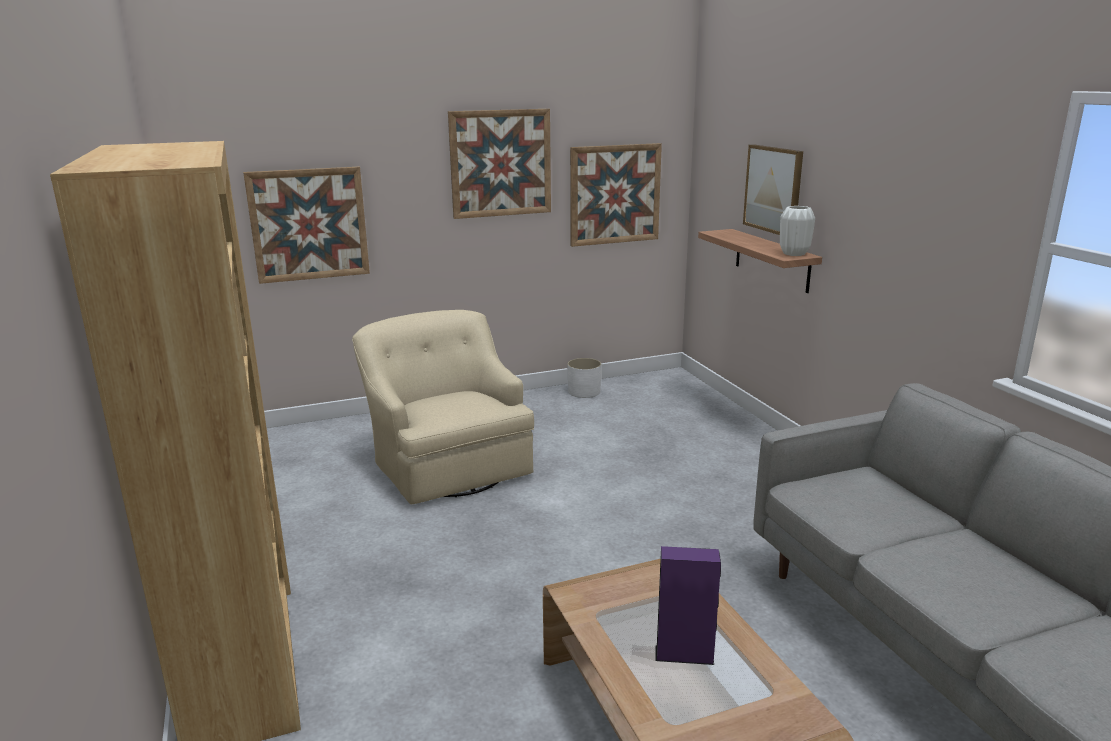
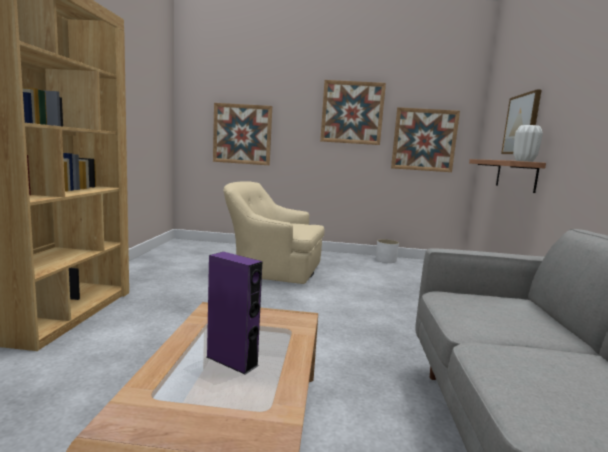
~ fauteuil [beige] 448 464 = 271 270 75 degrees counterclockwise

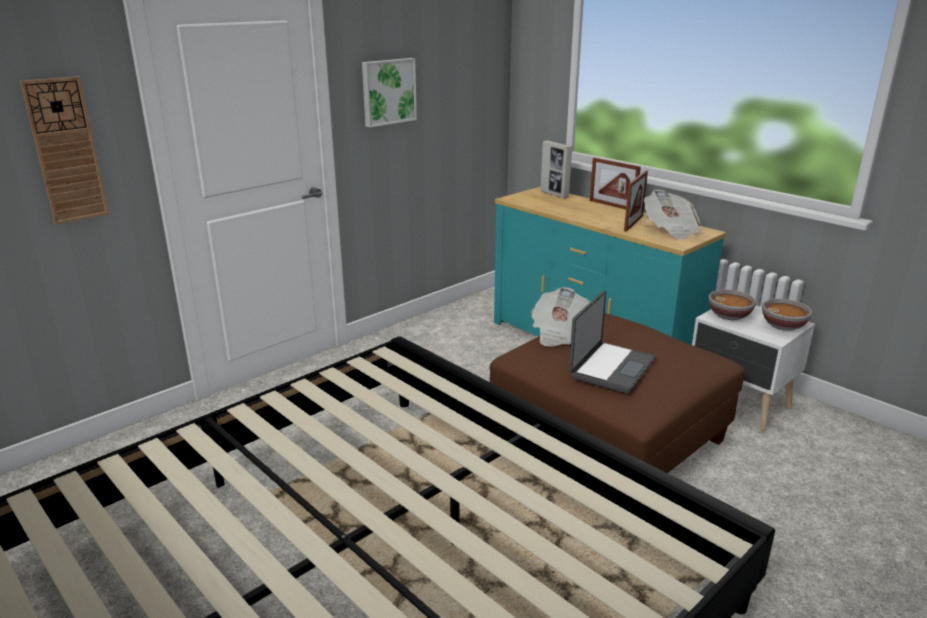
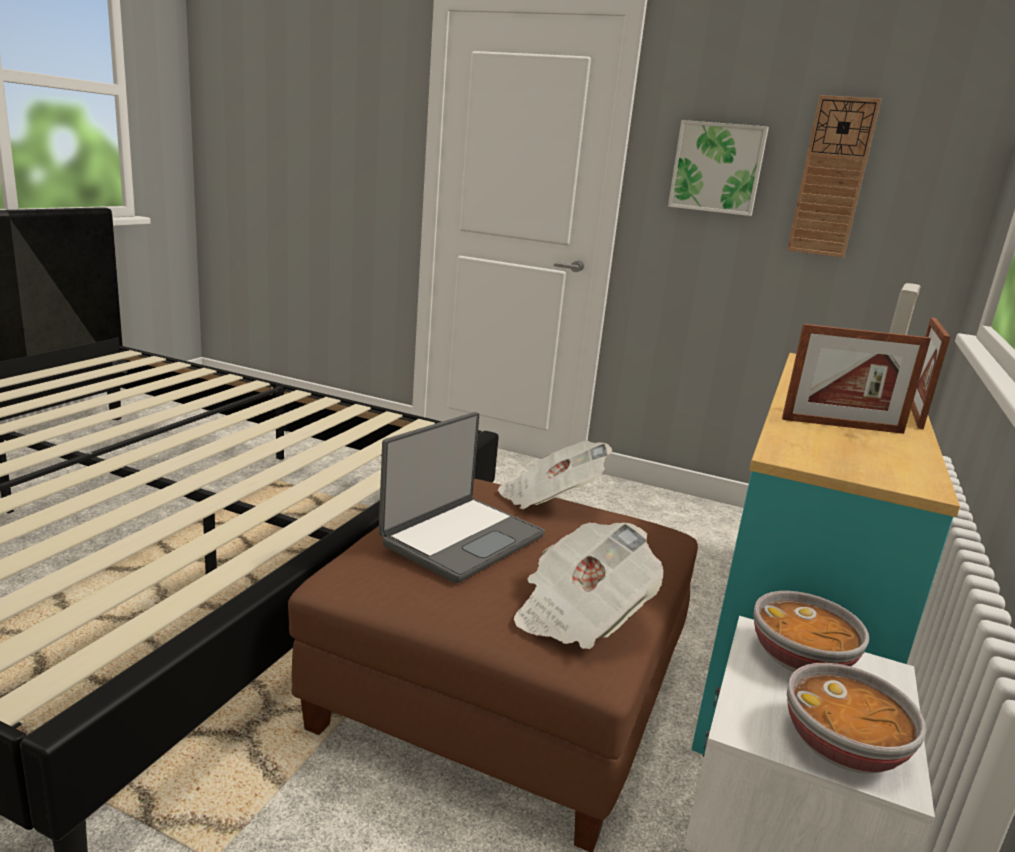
~ horloge murale 66 151 to 832 177
~ ordinateur portable 611 368 = 461 539 60 degrees counterclockwise
~ journal 670 230 to 580 614

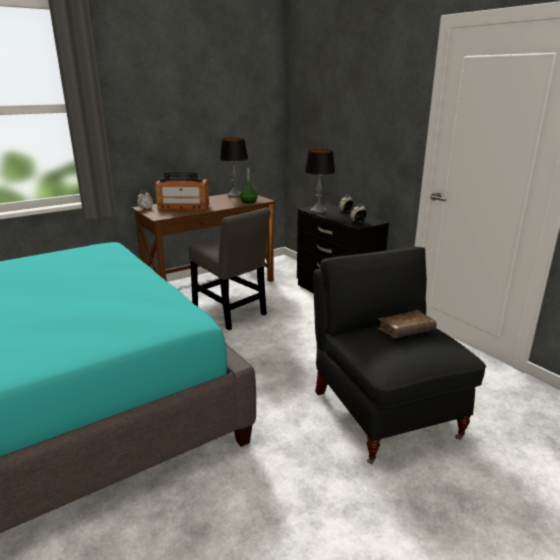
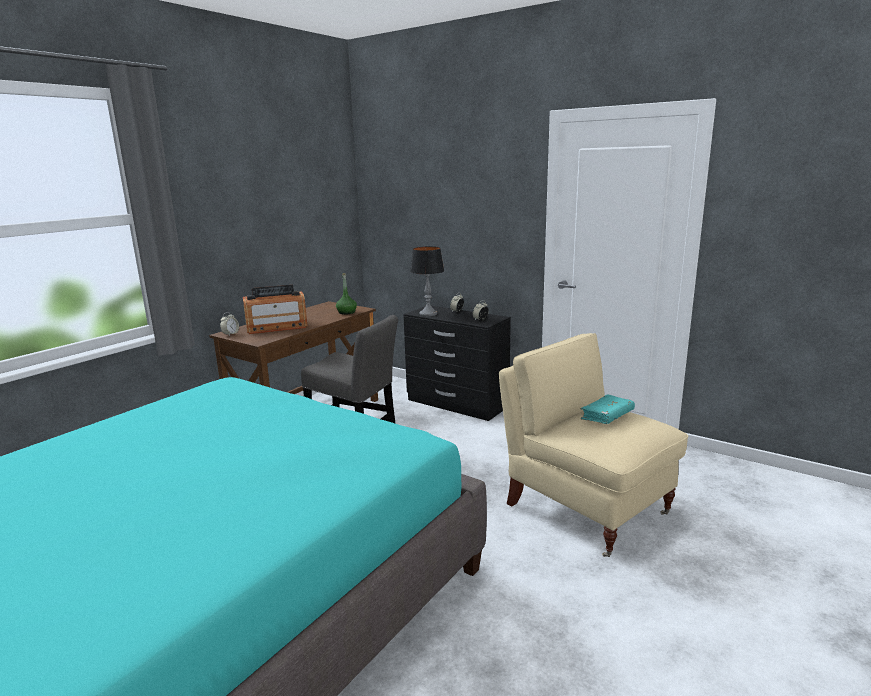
- lampe de table 235 195
~ fauteuil [noir] 384 414 to fauteuil [beige] 585 508
~ livre [marron] 406 331 to livre [turquoise] 607 416

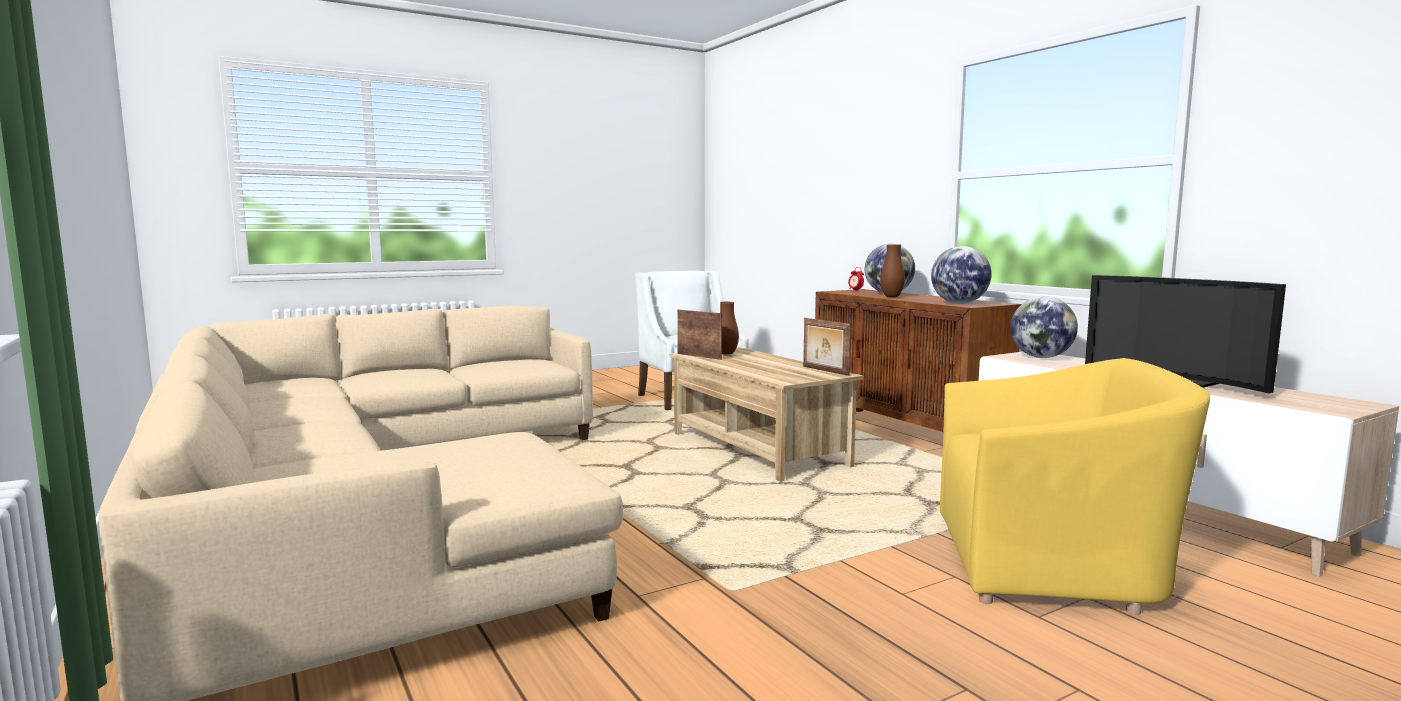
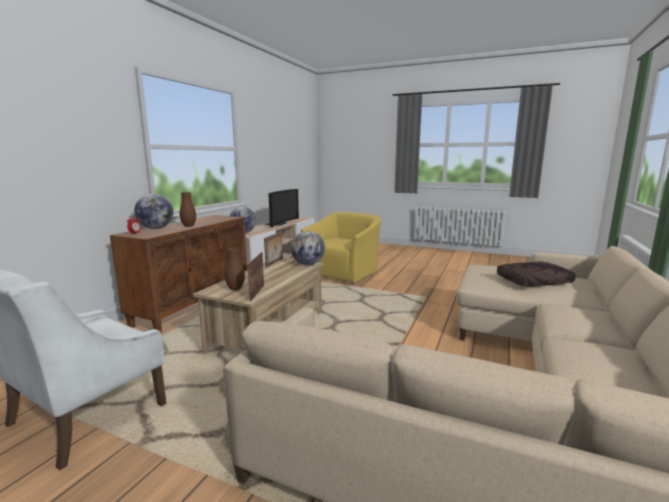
~ globe 959 303 to 308 264
~ fauteuil [jaune] 1049 563 = 343 273 60 degrees clockwise
+ coussin [marron] 534 281

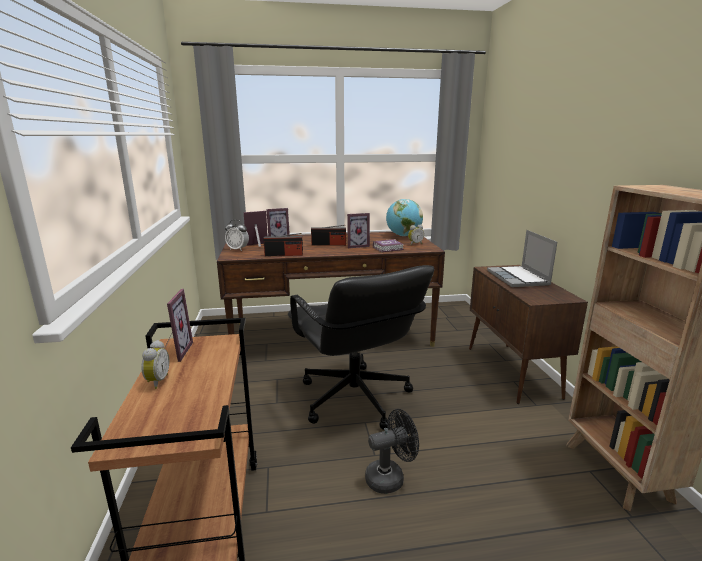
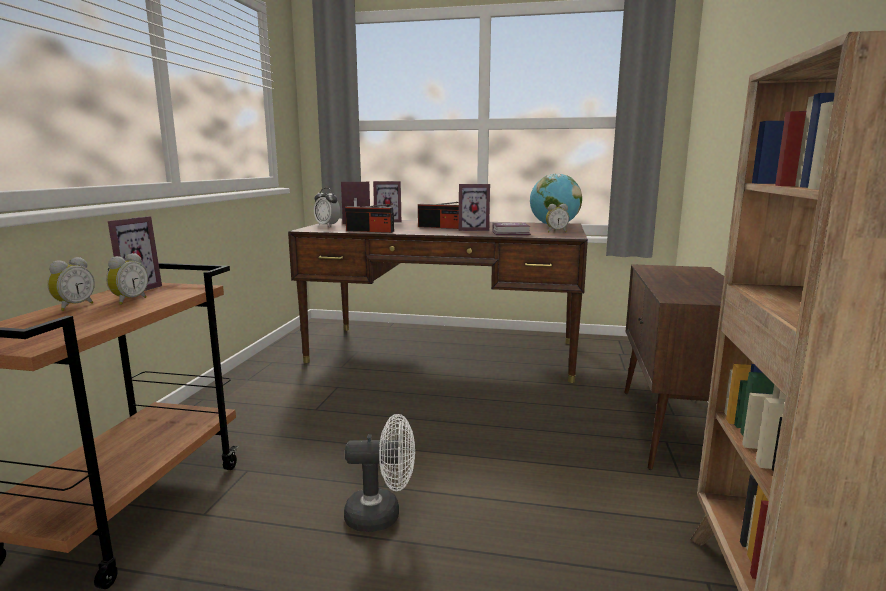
- chaise de bureau [noir] 354 399
~ ventilateur [noir] 390 477 to ventilateur [blanc] 382 515
- ordinateur portable 518 278
+ réveil 129 301

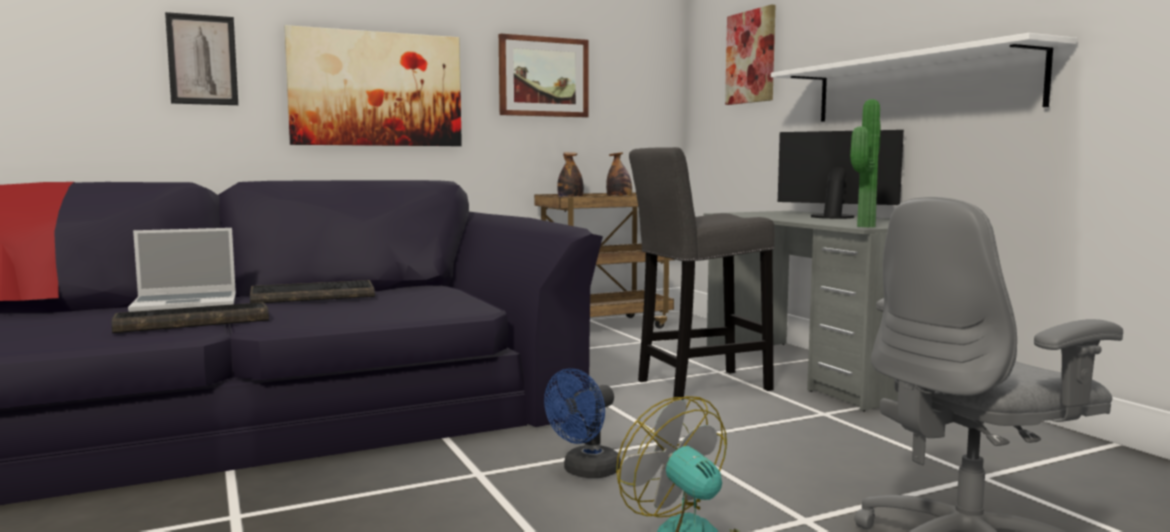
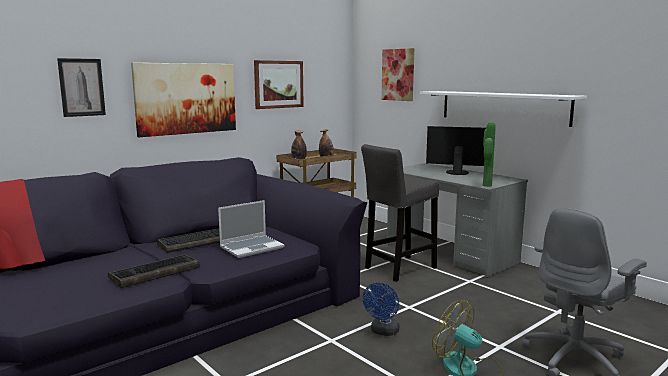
~ ordinateur portable 187 304 to 252 247

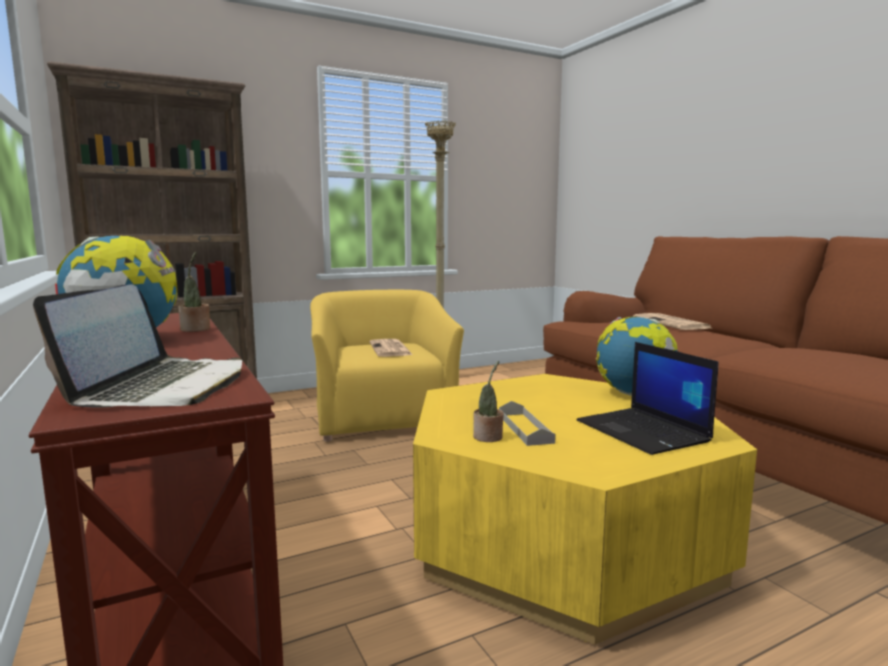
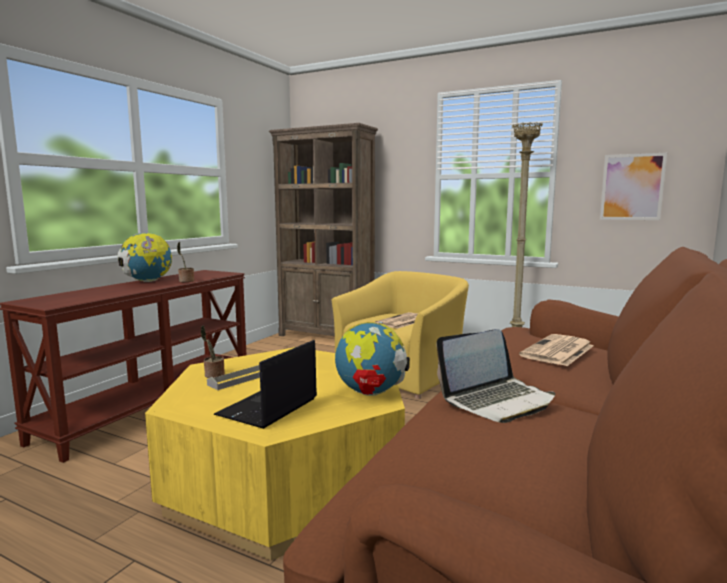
~ ordinateur portable 162 387 to 497 400
+ tableau 632 187

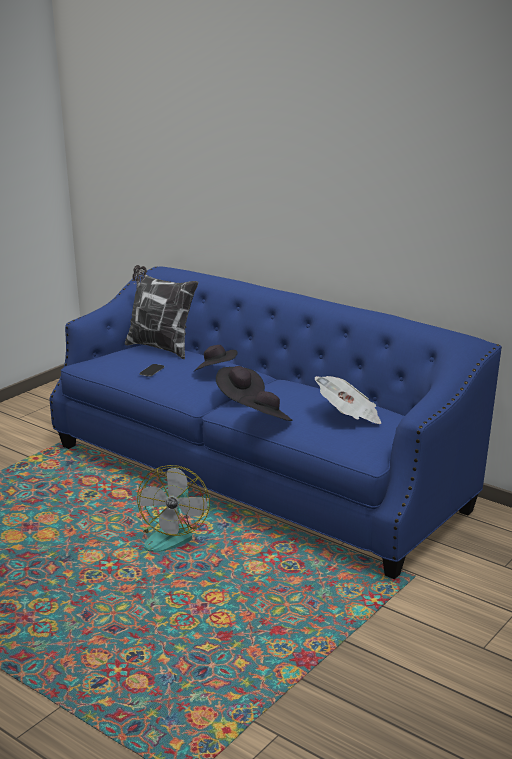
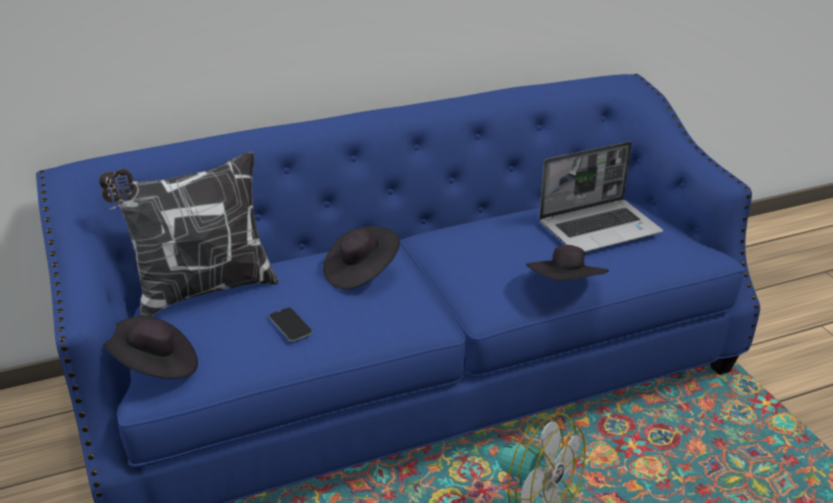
~ chapeau [noir] 239 396 to 156 367
~ journal 349 416 to ordinateur portable 600 227

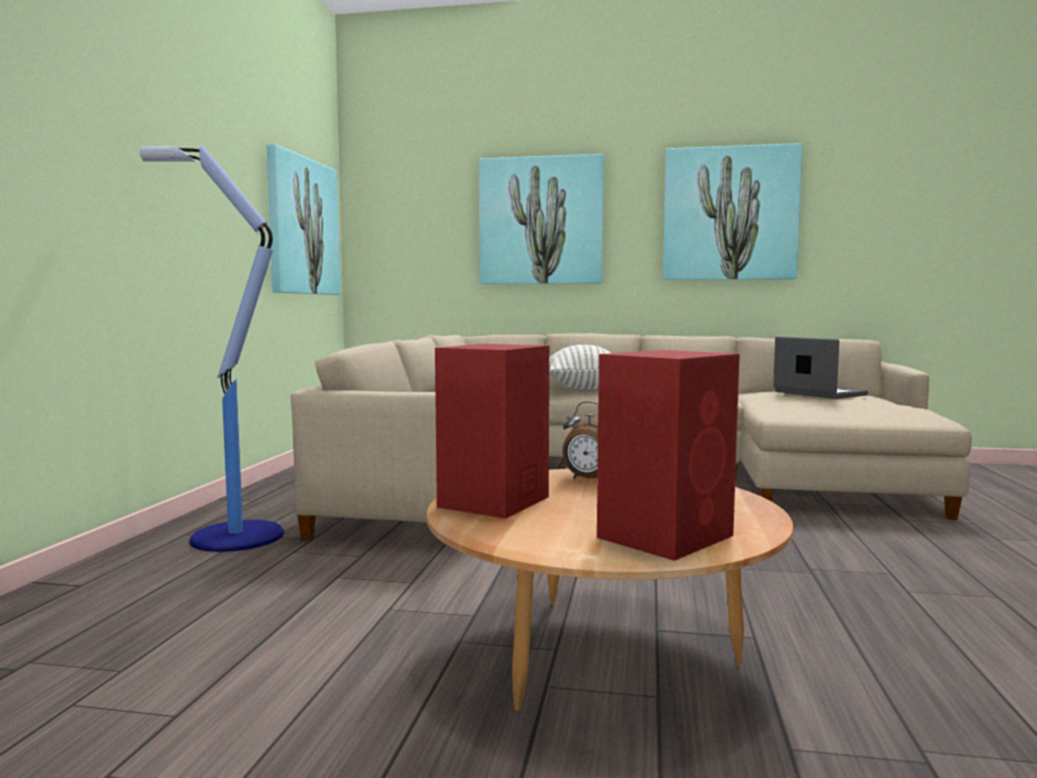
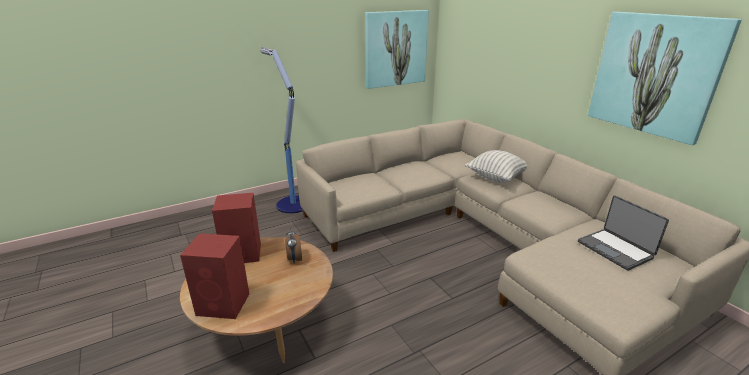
- tableau 541 221
~ ordinateur portable 818 393 = 615 249 135 degrees clockwise

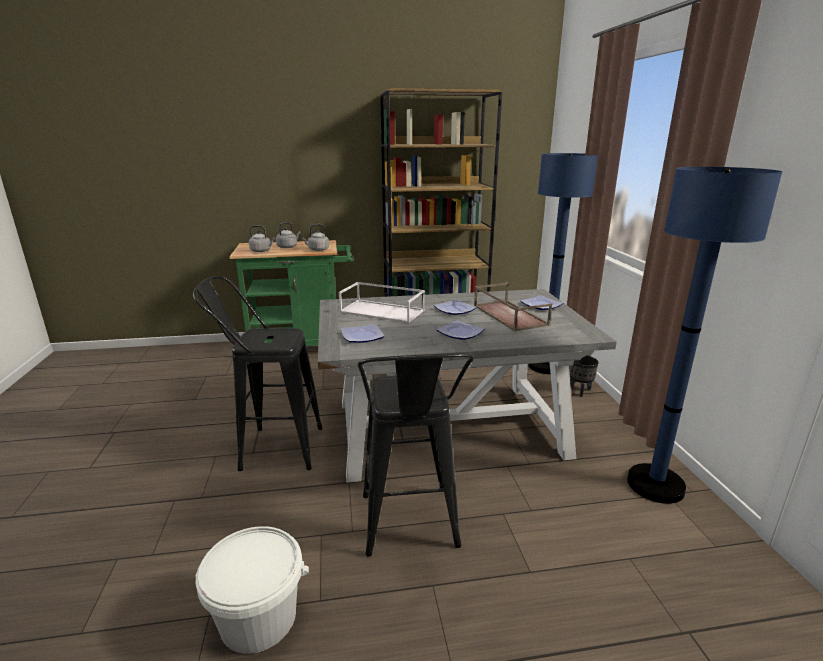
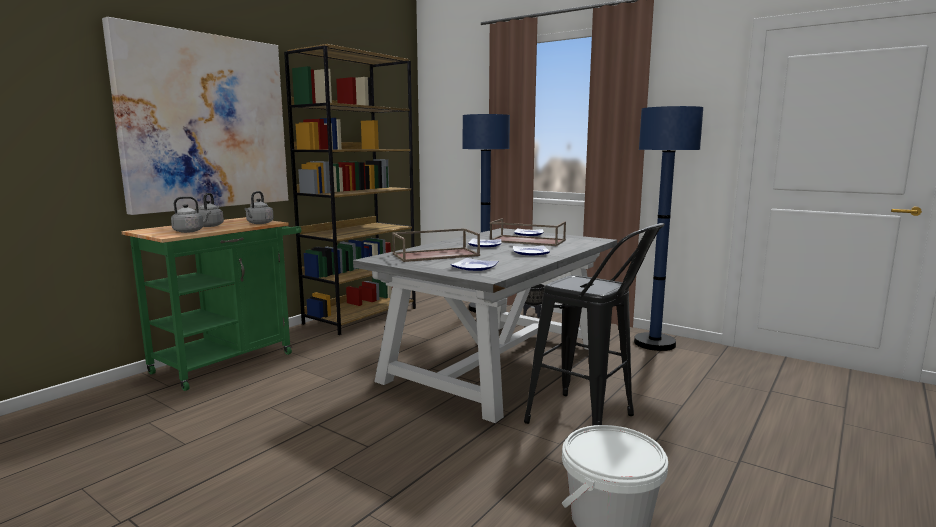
- tabouret [noir] 272 448
~ plateau [blanc] 383 311 to plateau [marron] 436 254
+ tableau 205 122

